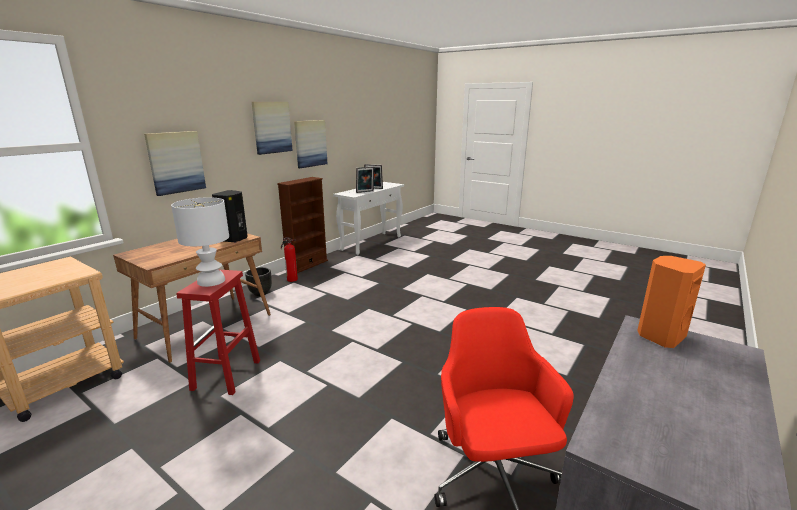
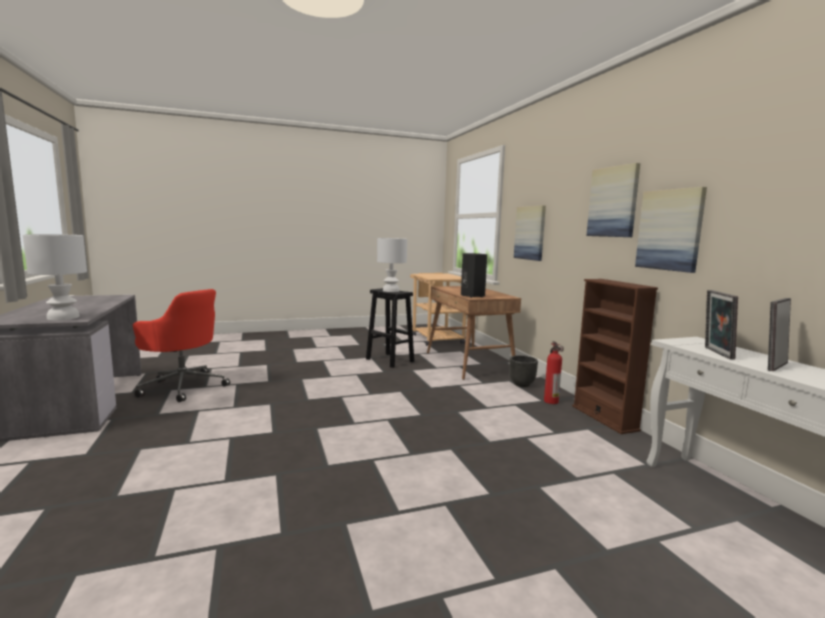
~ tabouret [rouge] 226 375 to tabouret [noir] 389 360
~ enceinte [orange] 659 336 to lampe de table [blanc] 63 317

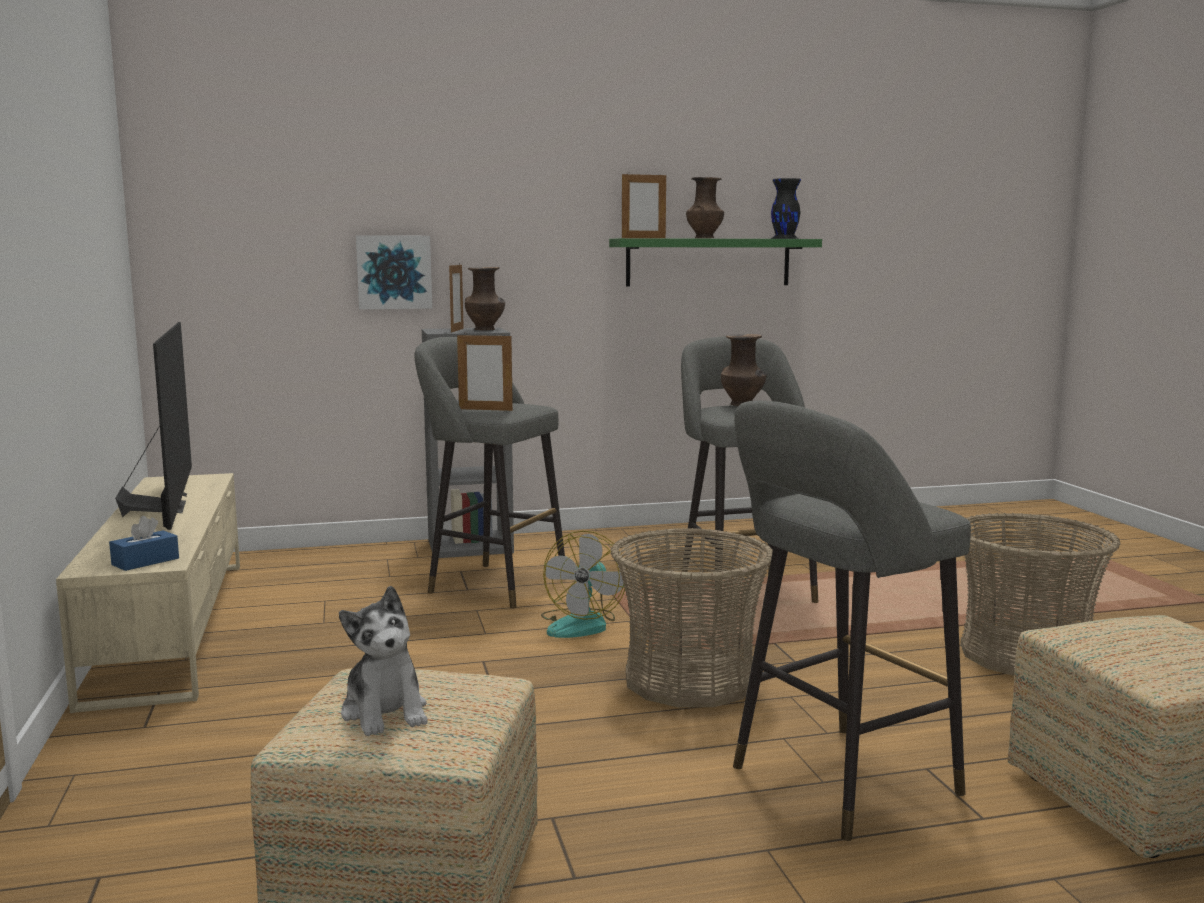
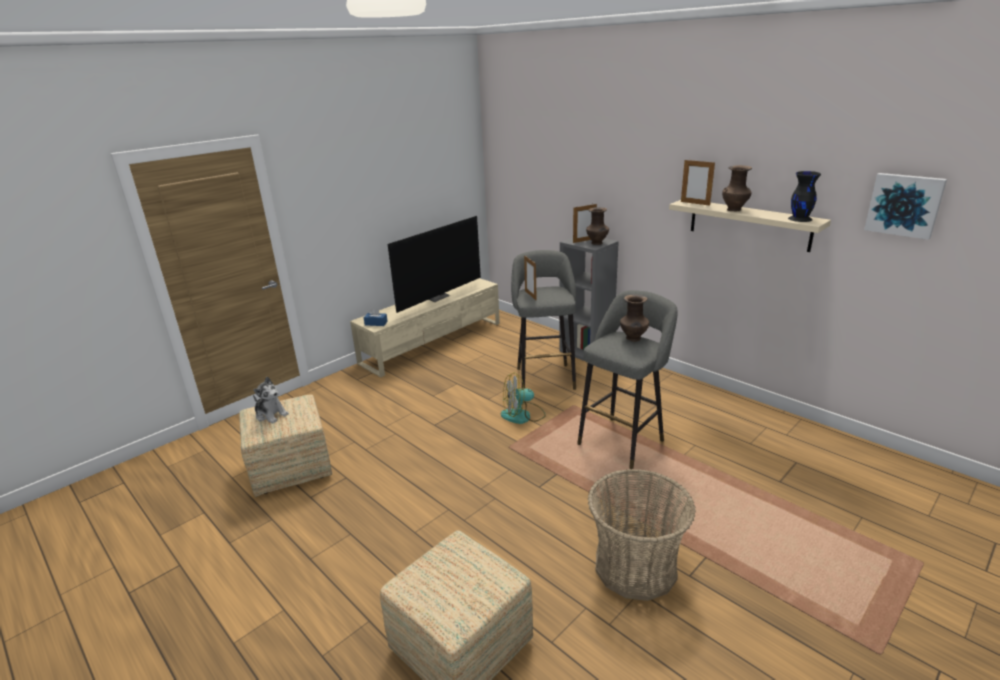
~ peluche 385 712 = 271 414 90 degrees counterclockwise
~ tableau 394 272 to 904 205
~ étagère [vert] 708 262 to étagère [beige] 749 224
- panier 689 679
- tabouret [gris] 835 783

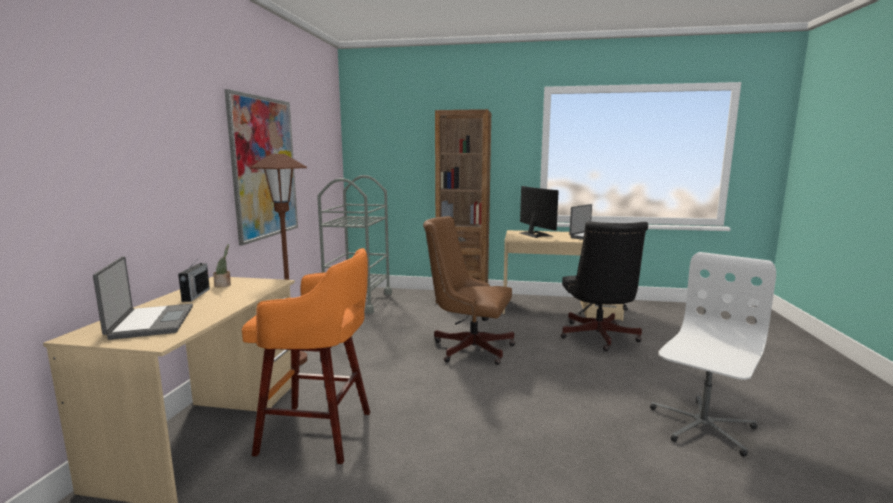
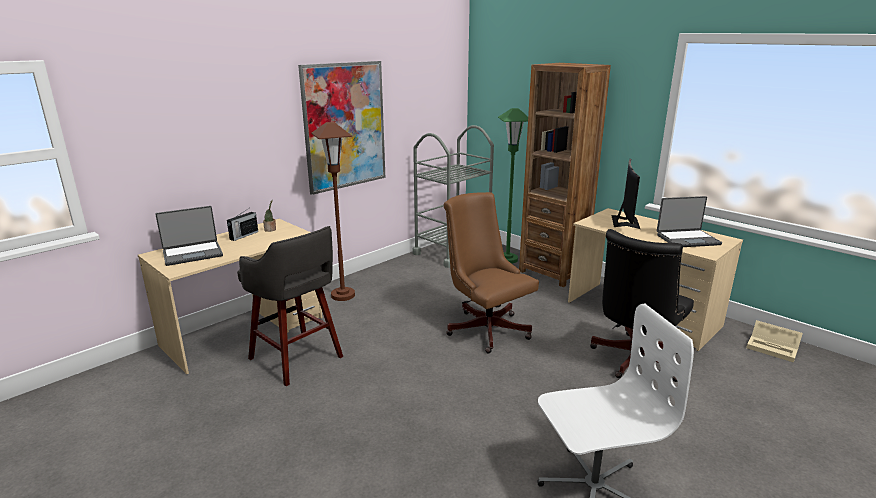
~ ordinateur portable 150 323 = 193 254 45 degrees clockwise
~ tabouret [orange] 319 433 to tabouret [gris] 297 359
+ lampadaire [vert] 507 259
+ boîte de rangement [beige] 773 348

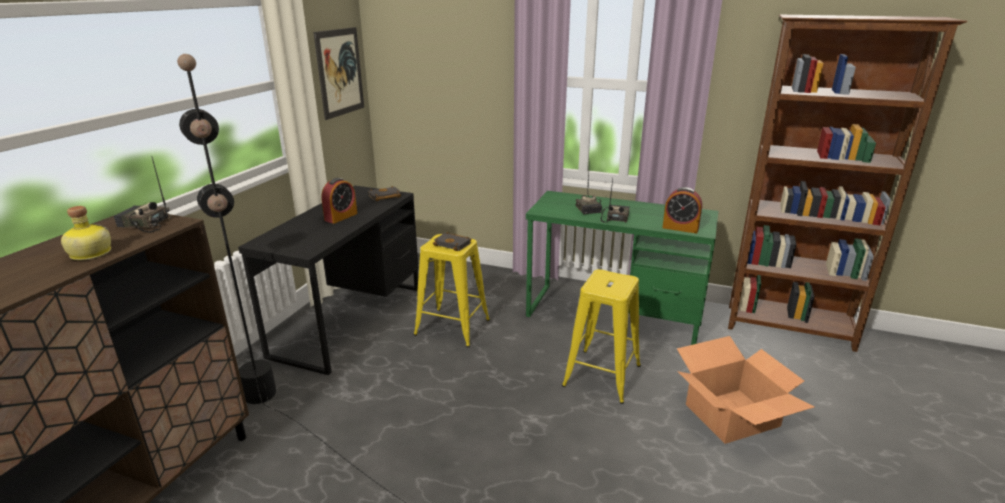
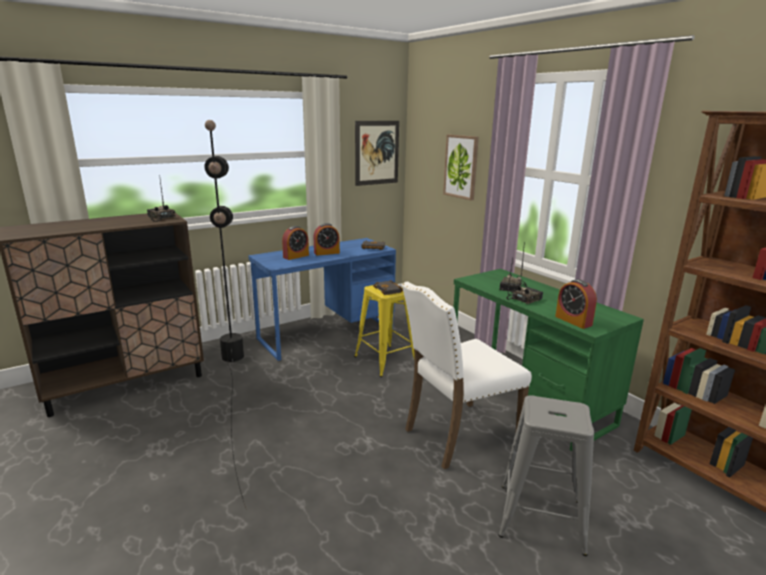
- bouteille 89 254
~ bureau [noir] 350 320 to bureau [bleu] 327 334
~ tabouret [jaune] 602 375 to chaise [blanc] 458 435
~ carton 732 416 to tabouret [gris] 541 518
+ réveil 296 256
+ tableau 461 166

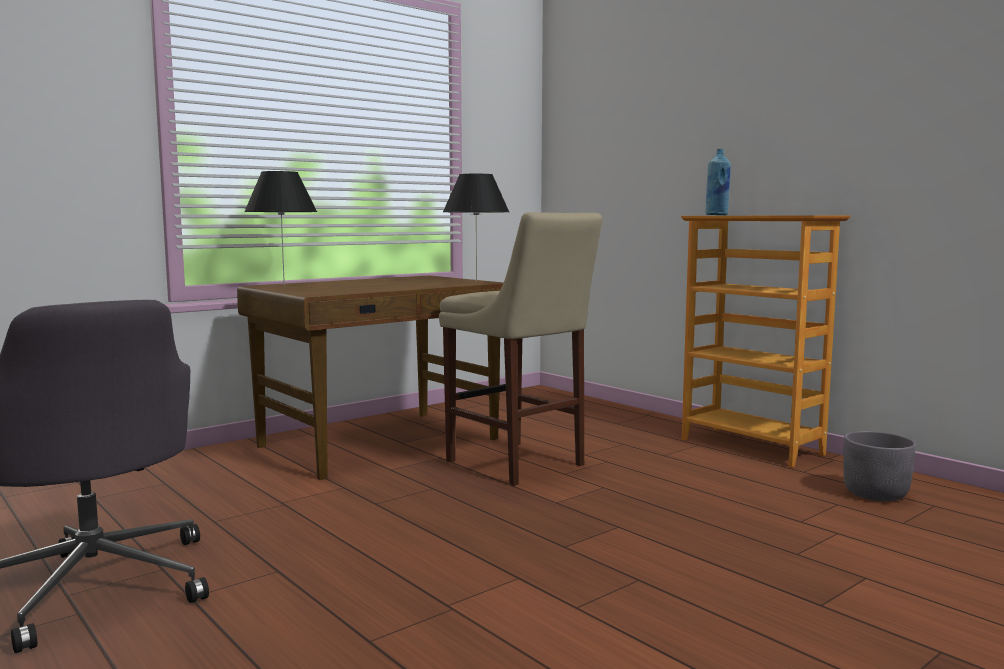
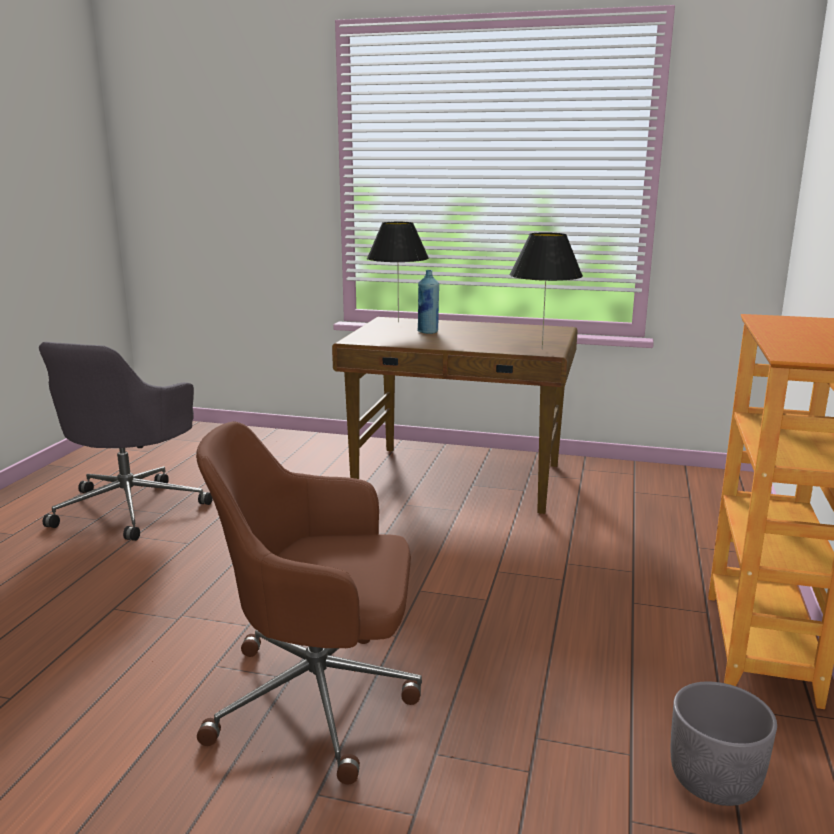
- tabouret [beige] 519 464
~ bouteille [bleu] 717 215 to 428 332
+ chaise de bureau [marron] 321 699

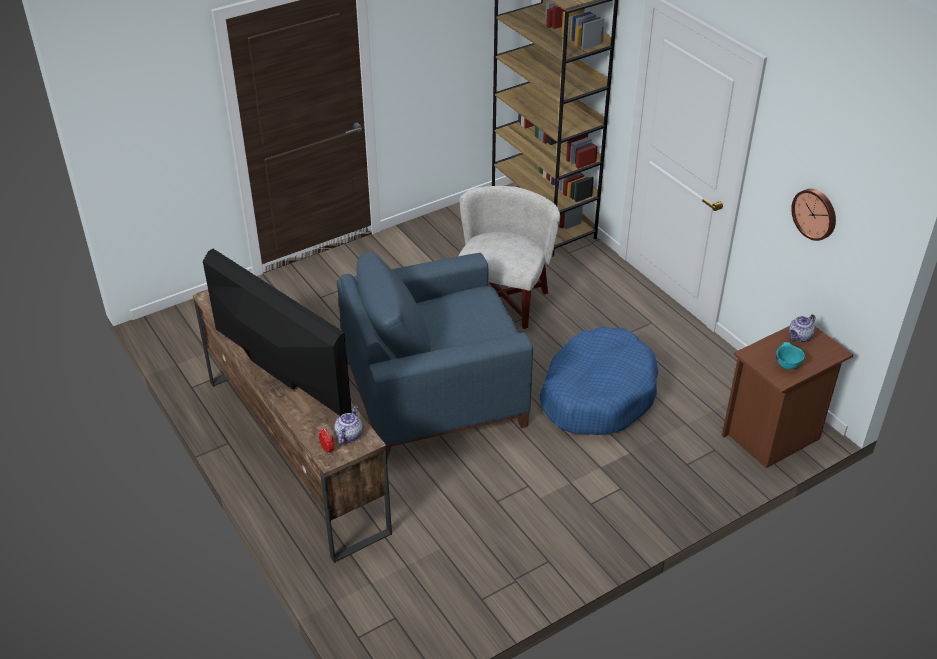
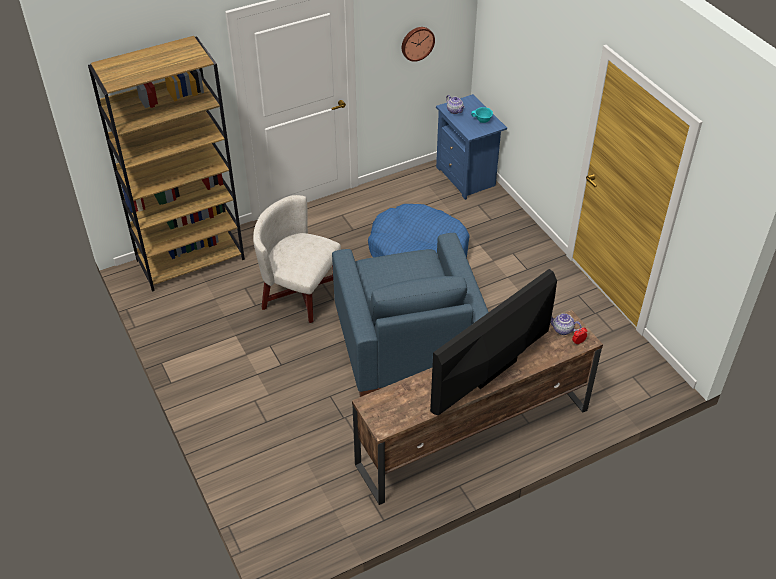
~ table de chevet [marron] 773 437 to table de chevet [bleu] 467 177

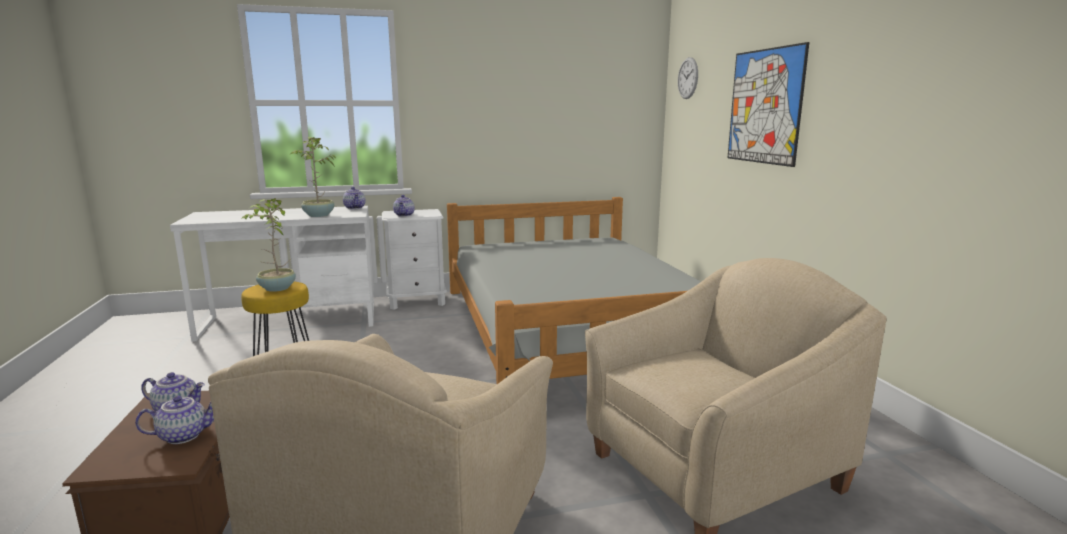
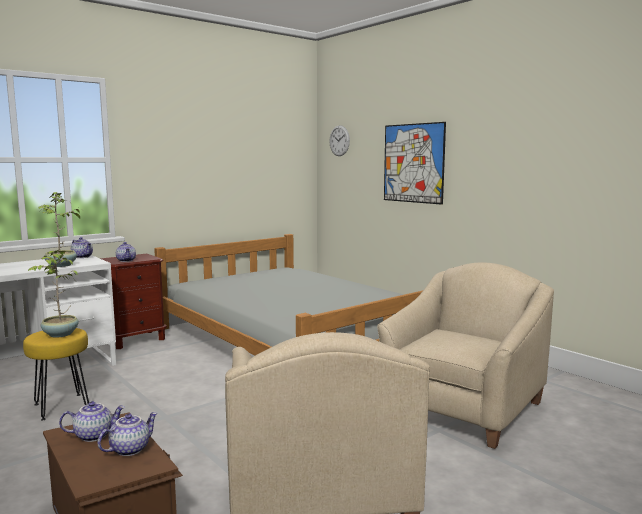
~ table de chevet [blanc] 417 301 to table de chevet [marron] 135 339

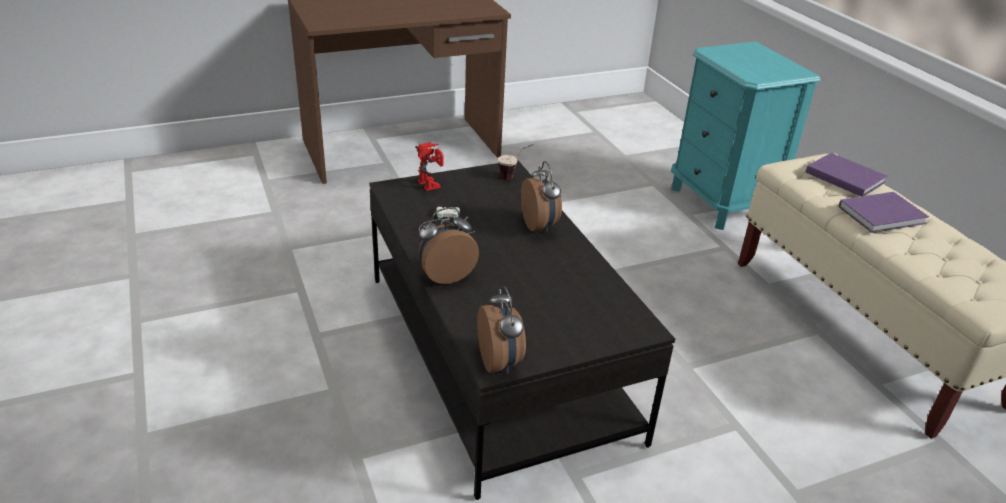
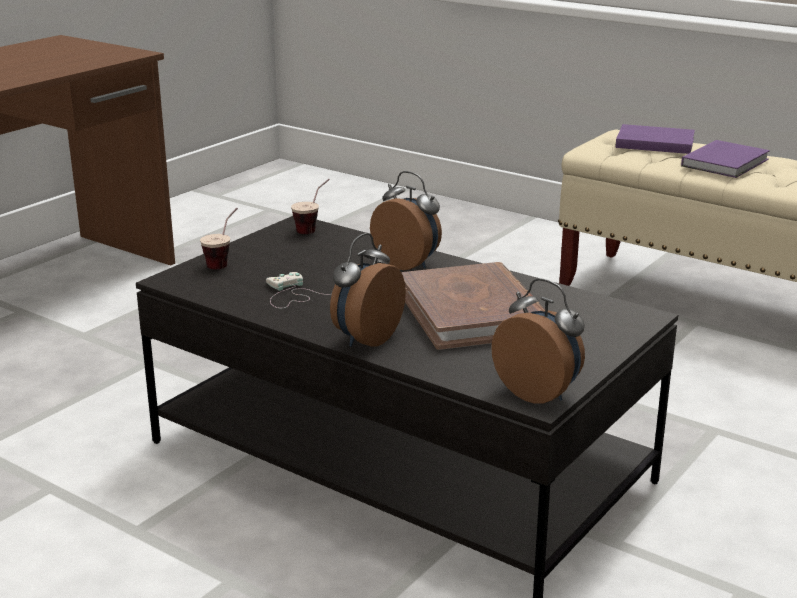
~ robot jouet 432 184 to tasse 224 262
- table de chevet [turquoise] 720 203
+ livre [marron] 472 313

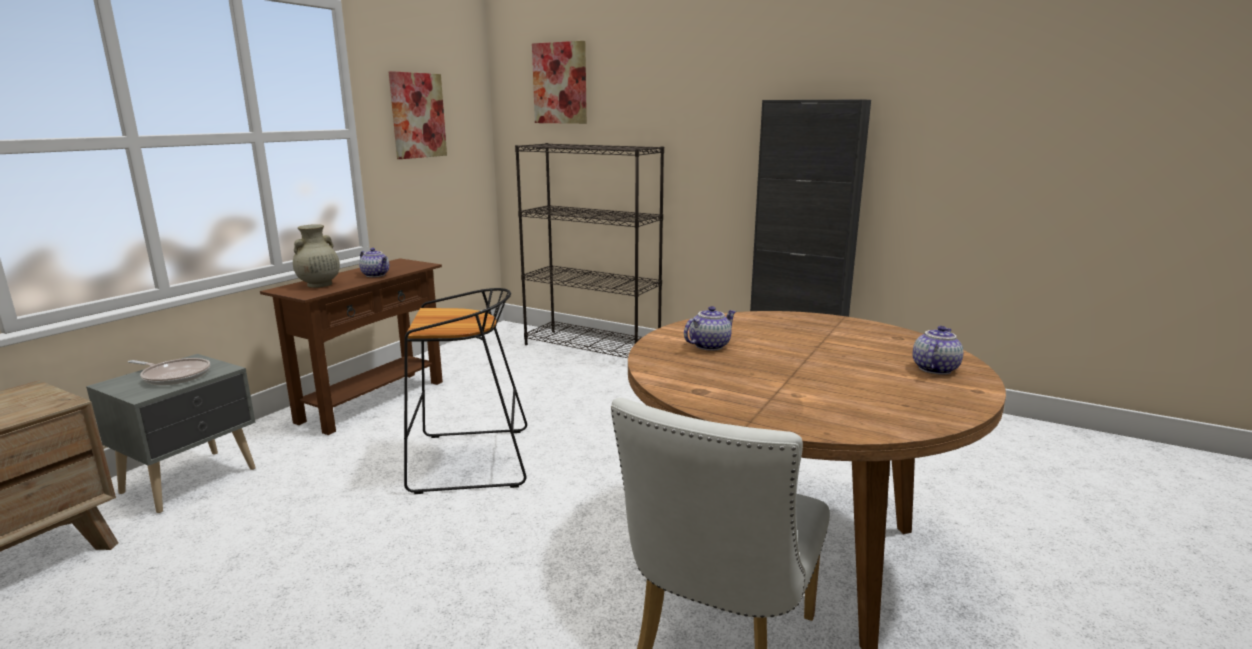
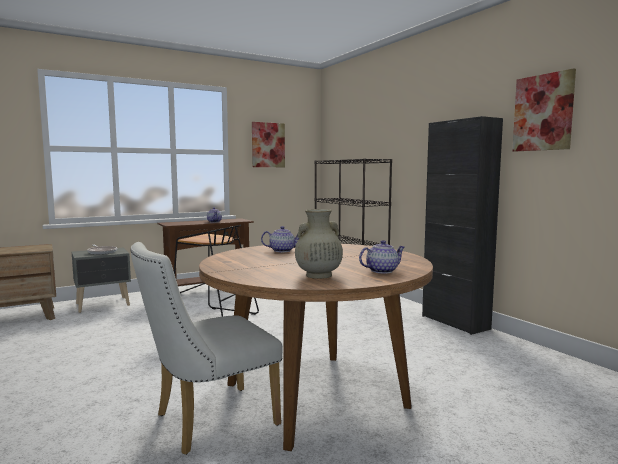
~ vase [beige] 318 285 to 318 275
~ tableau 560 83 to 543 112

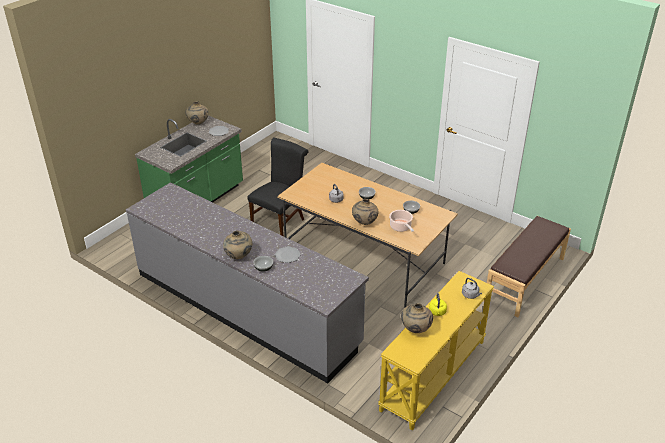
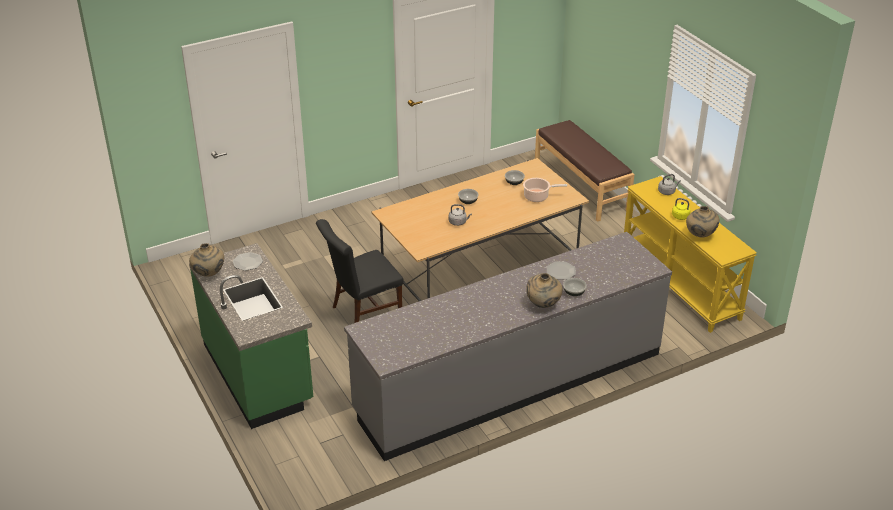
~ chaise [noir] 280 221 = 362 313 90 degrees counterclockwise
- vase [beige] 364 223

